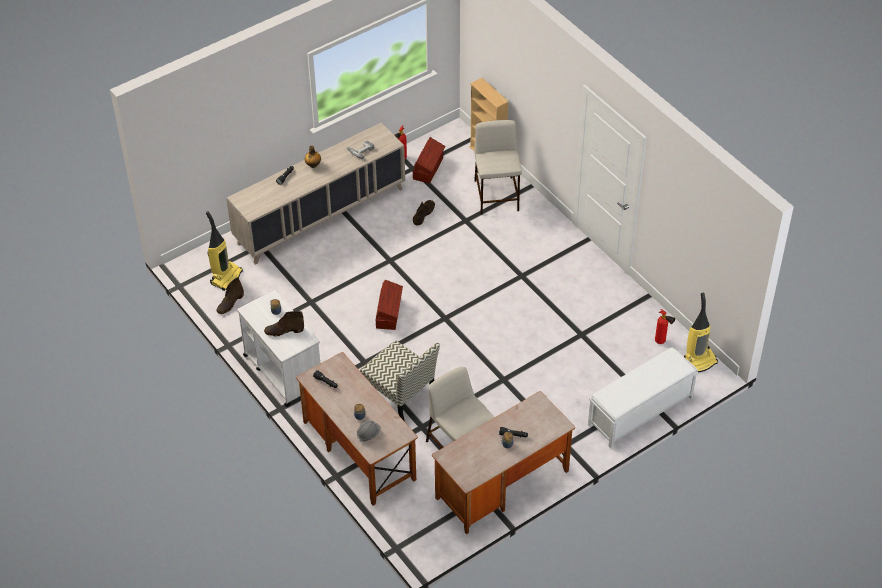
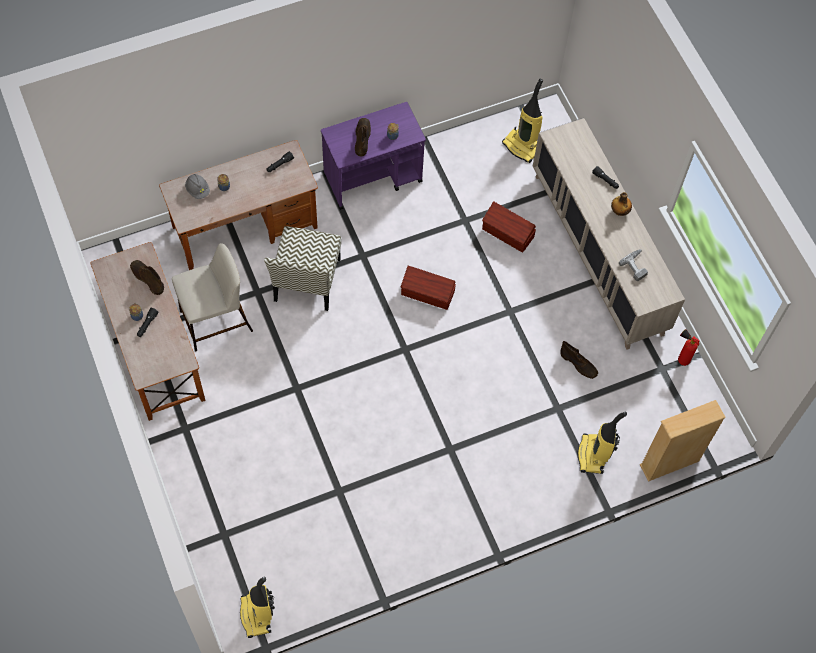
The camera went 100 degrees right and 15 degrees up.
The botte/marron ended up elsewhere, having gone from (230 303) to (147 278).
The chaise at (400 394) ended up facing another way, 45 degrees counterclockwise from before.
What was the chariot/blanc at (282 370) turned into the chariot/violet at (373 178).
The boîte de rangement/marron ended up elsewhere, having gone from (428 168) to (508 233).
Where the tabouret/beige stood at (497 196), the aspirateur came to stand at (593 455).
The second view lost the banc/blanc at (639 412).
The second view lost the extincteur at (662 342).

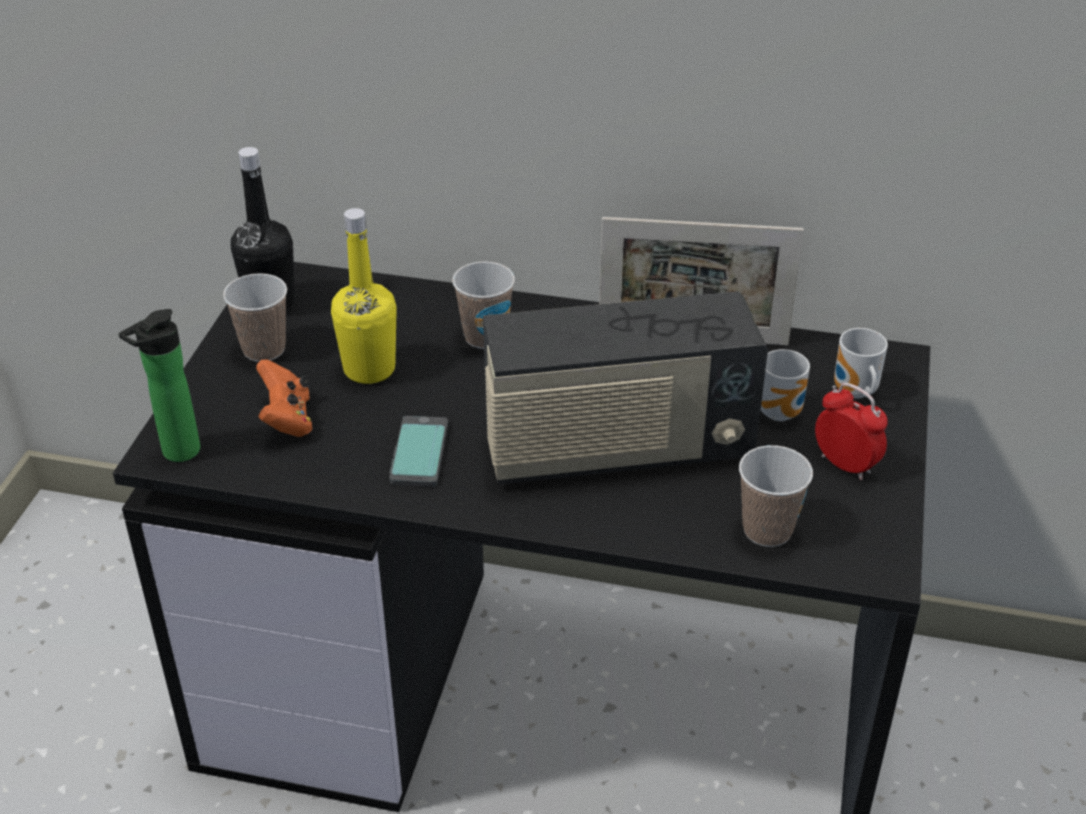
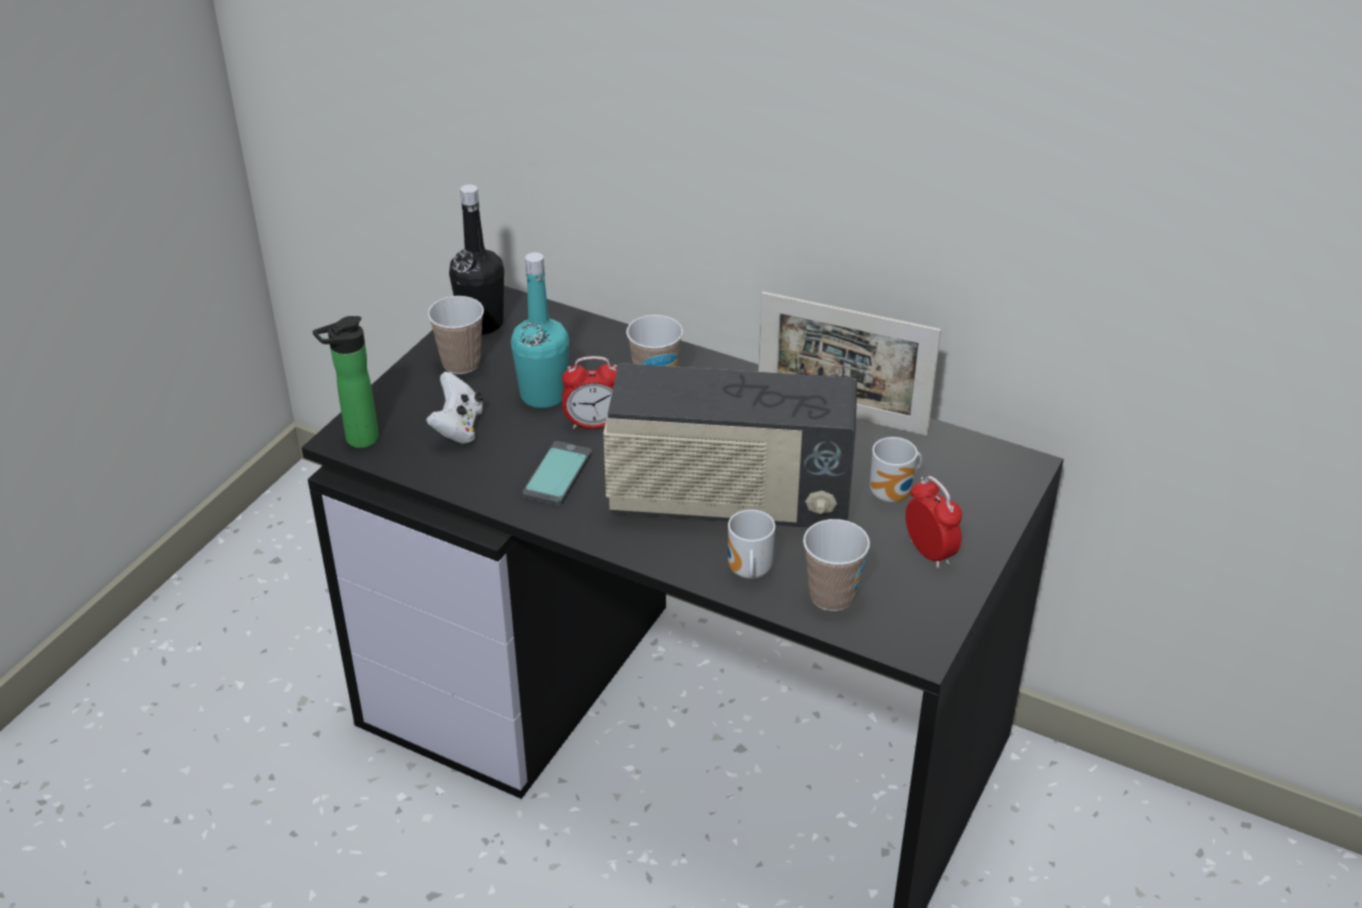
The camera went 15 degrees right and 0 degrees up.
What was the manette/orange at (287 419) turned into the manette/blanc at (458 427).
What was the bouteille/jaune at (369 369) turned into the bouteille/turquoise at (543 395).
The second view gained the réveil at (594 424).
The mug ended up elsewhere, having gone from (854 393) to (747 573).

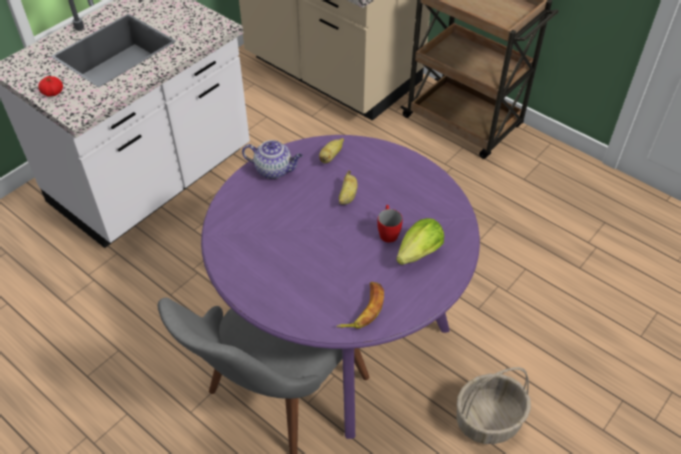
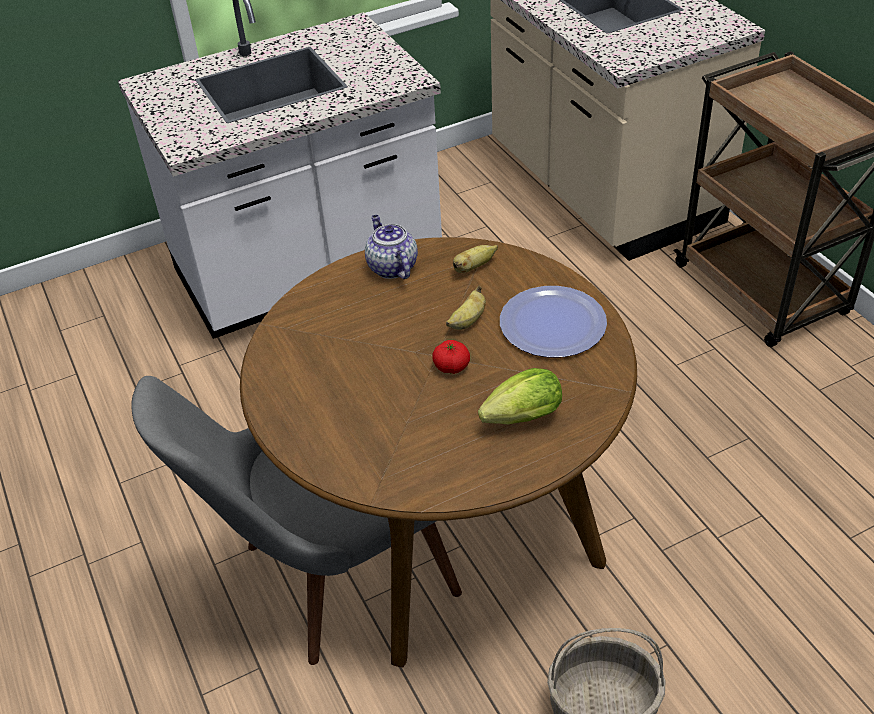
The camera went 25 degrees right and 5 degrees down.
What was the table à manger/violet at (340 336) turned into the table à manger/marron at (448 528).
The théière at (274 170) ended up facing another way, 150 degrees counterclockwise from before.
The tomate ended up elsewhere, having gone from (53 93) to (451 366).
The second view gained the assiette at (552 323).
The second view lost the banane at (363 309).
The second view lost the mug/rouge at (388 231).

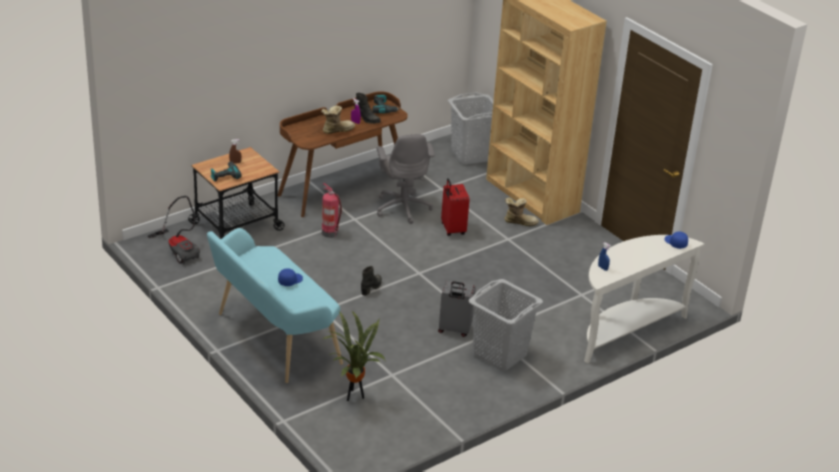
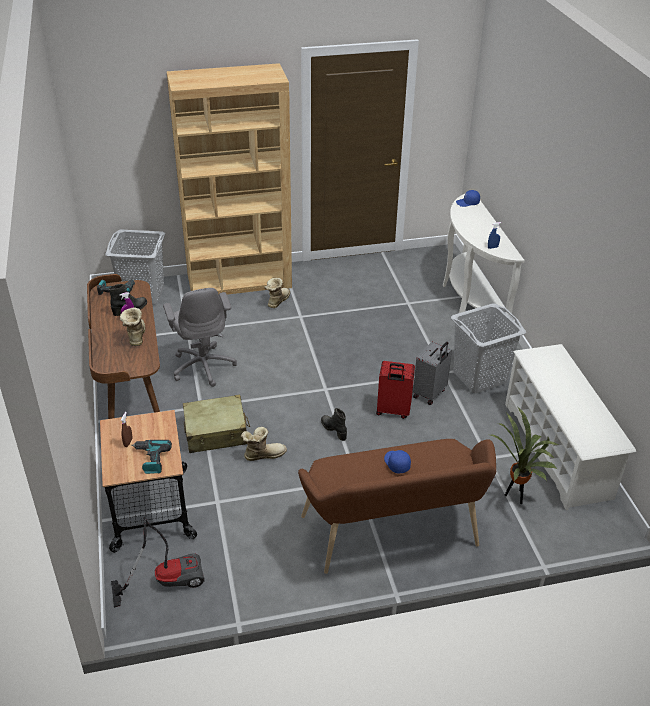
The camera went 65 degrees left and 5 degrees up.
The chaise de bureau/gris at (403 207) ended up facing another way, 60 degrees clockwise from before.
Where the extincteur stood at (330 233), the valise/beige came to stand at (216 432).
The second view gained the botte at (263 454).
What was the banc/turquoise at (272 339) turned into the banc/marron at (394 537).
The valise/rouge ended up elsewhere, having gone from (452 229) to (393 411).
The second view gained the étagère à chaussures/blanc at (557 450).

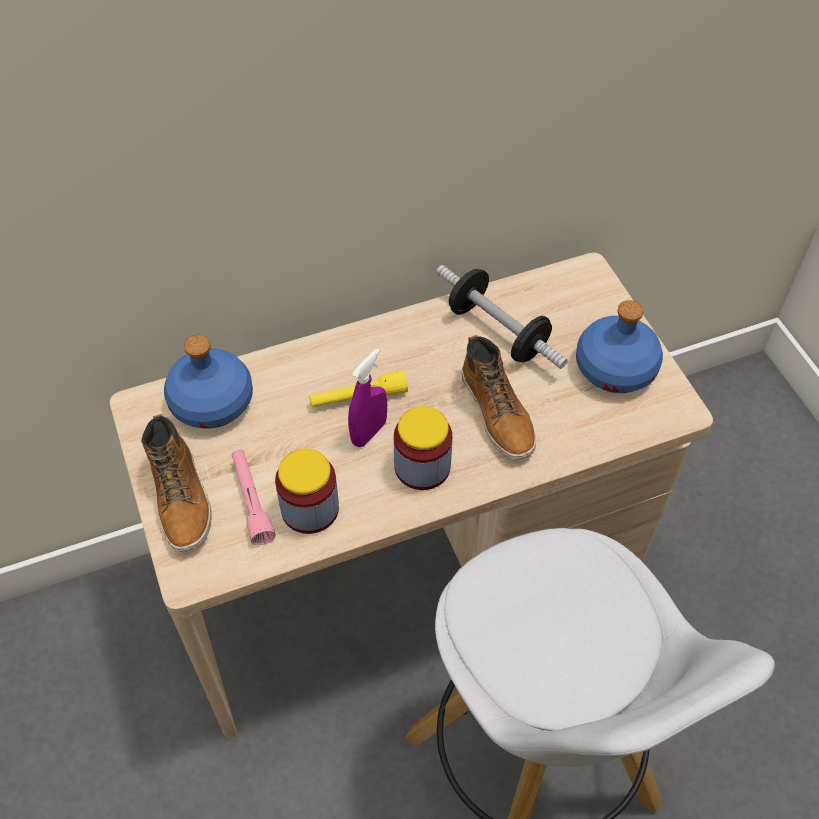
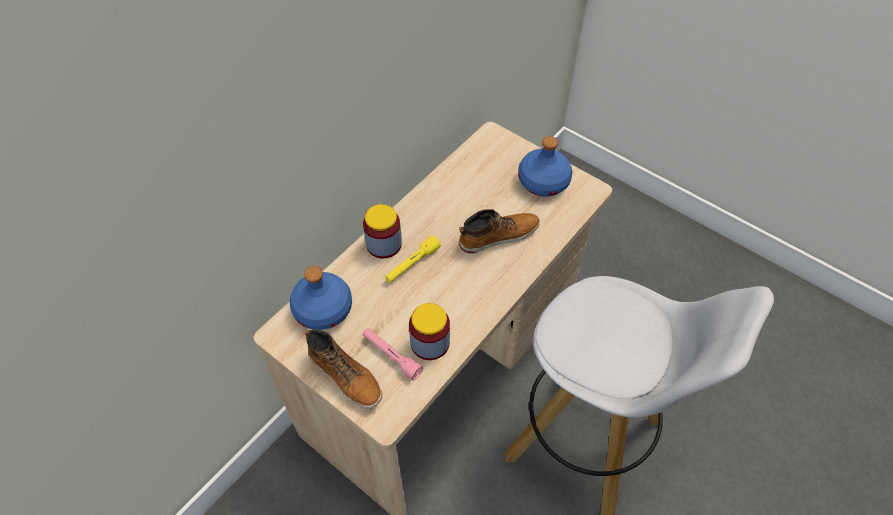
The camera went 30 degrees left and 0 degrees up.
The bocal ended up elsewhere, having gone from (422 466) to (384 244).
The botte at (498 413) ended up facing another way, 60 degrees counterclockwise from before.
The second view lost the vaporisateur/violet at (369 432).
The second view lost the haltère at (497 332).

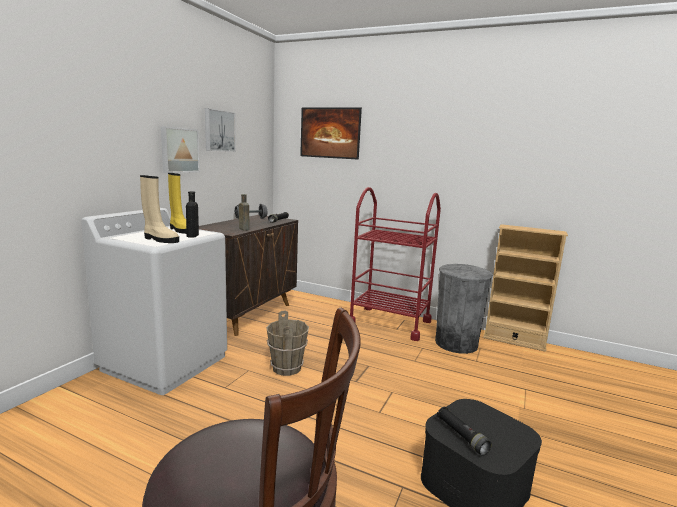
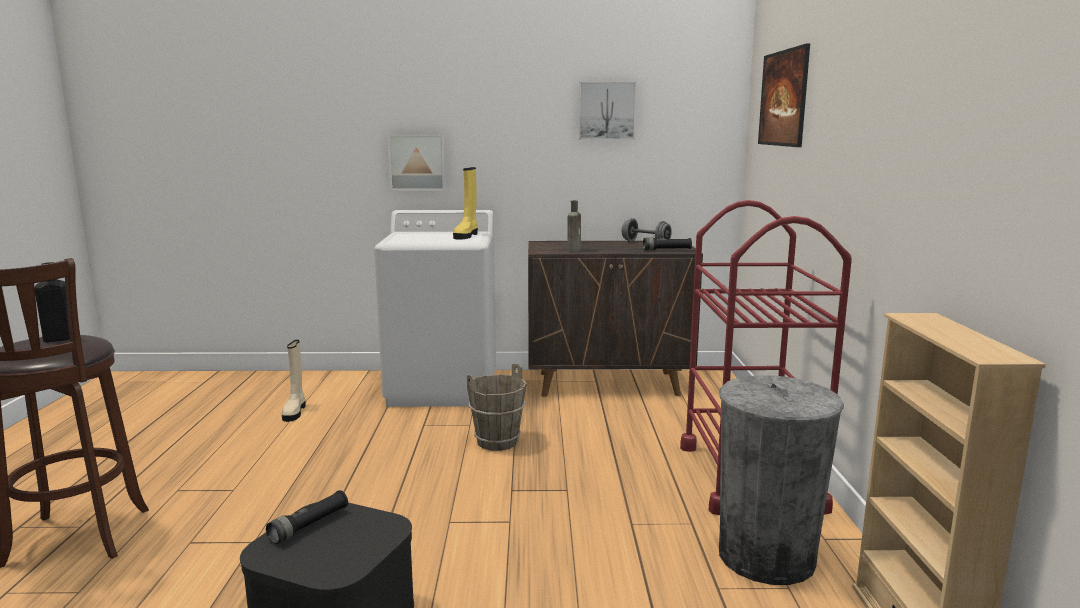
The camera went 65 degrees right and 0 degrees up.
The bouteille/noir ended up elsewhere, having gone from (192 236) to (57 339).
The botte/beige ended up elsewhere, having gone from (160 239) to (295 412).
The tableau ended up elsewhere, having gone from (179 150) to (417 162).

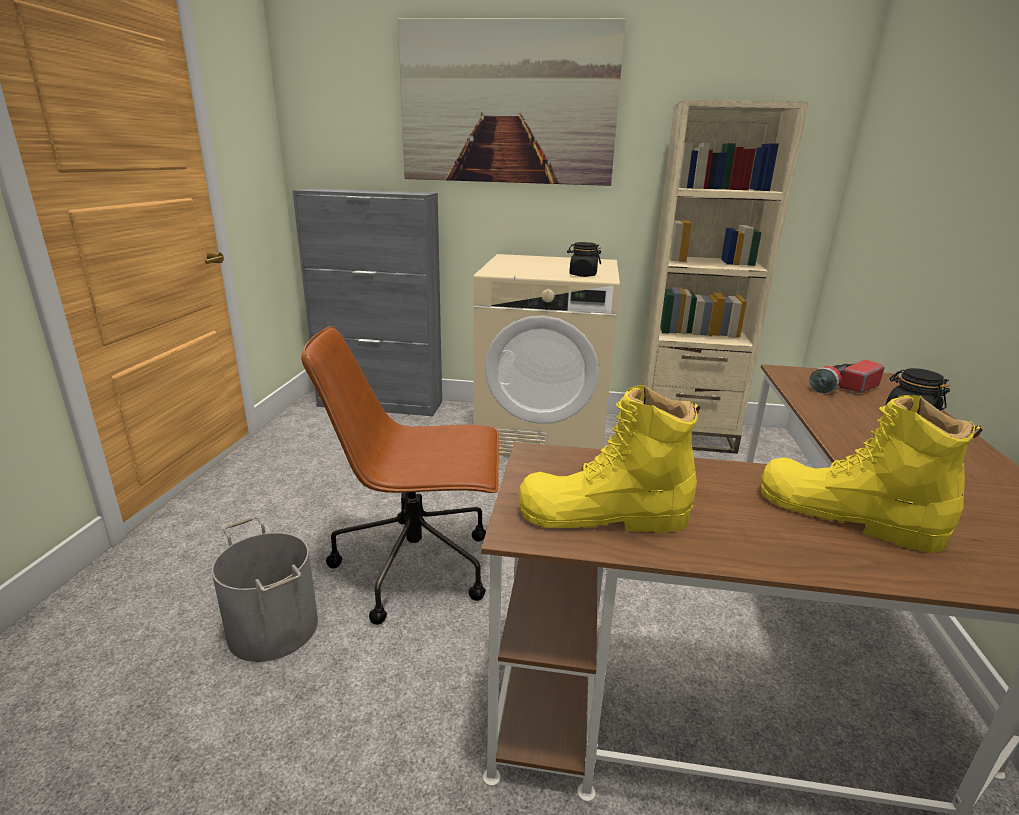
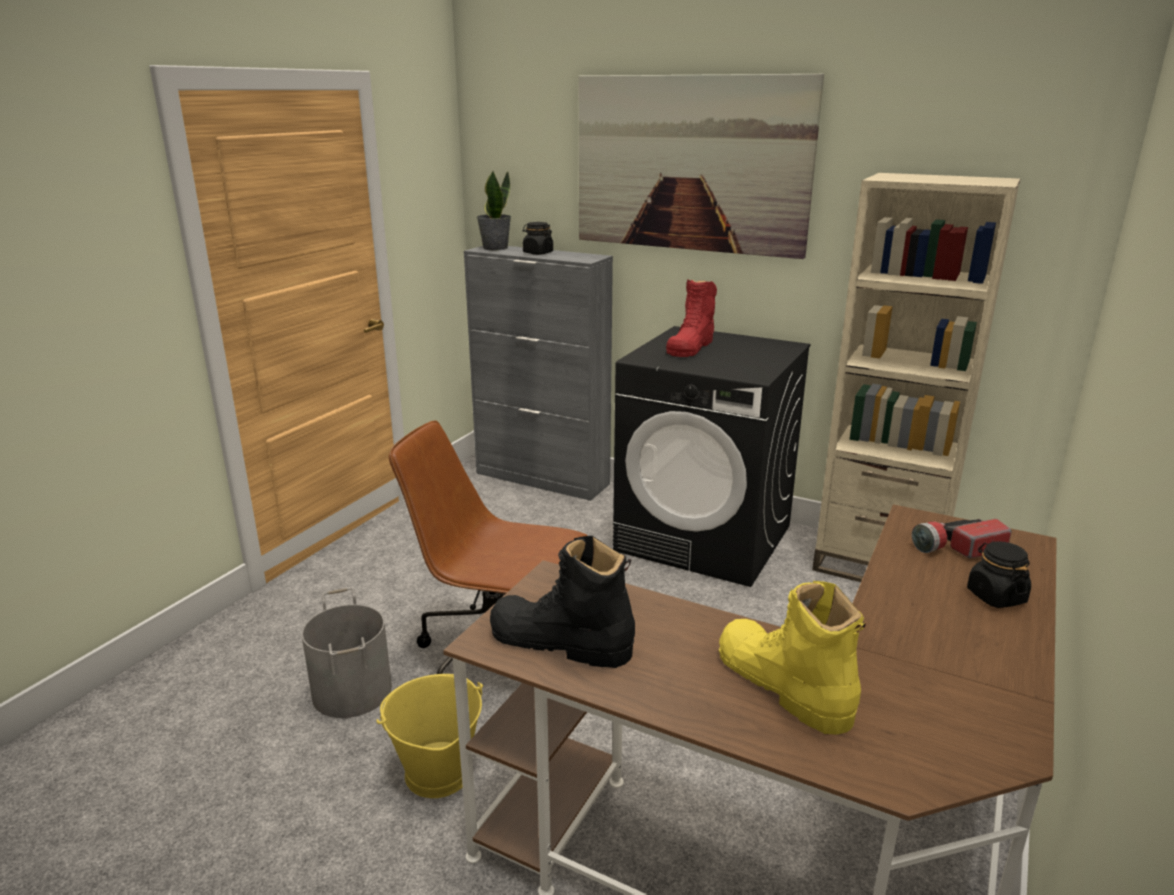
The camera went 20 degrees right and 0 degrees up.
The second view gained the seau/jaune at (437 772).
The second view gained the plante en pot at (495 248).
What was the botte/jaune at (603 515) turned into the botte/noir at (560 642).
The bocal/noir ended up elsewhere, having gone from (582 275) to (537 253).
What was the lave-linge/beige at (543 433) turned into the lave-linge/noir at (705 538).
The second view gained the botte/rouge at (691 347).

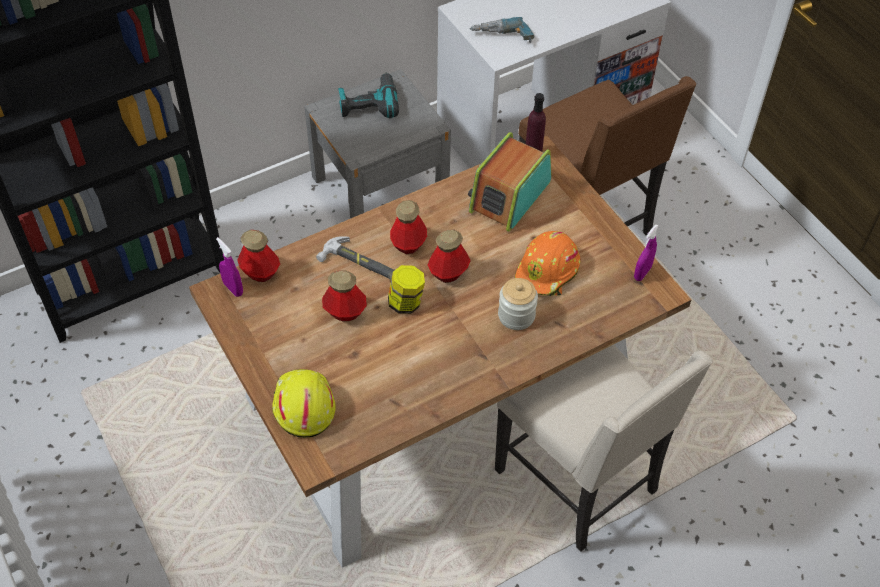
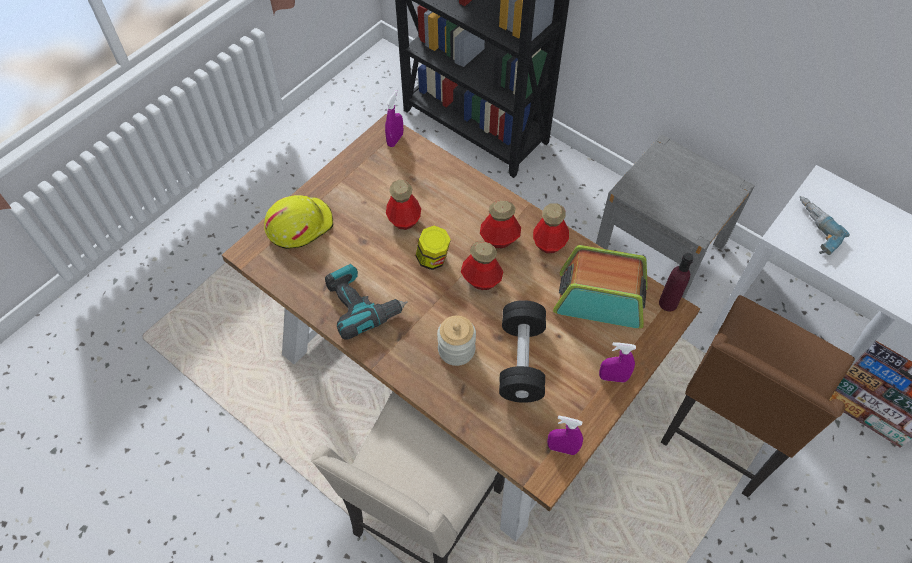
The camera went 70 degrees right and 5 degrees up.
The perceuse ended up elsewhere, having gone from (368 103) to (362 305).
Where the casque de chantier/orange stood at (548 272), the haltère/noir came to stand at (521 361).
The bouteille ended up elsewhere, having gone from (260 272) to (549 243).
The second view gained the vaporisateur/violet at (613 378).
The second view lost the marteau at (361 264).

